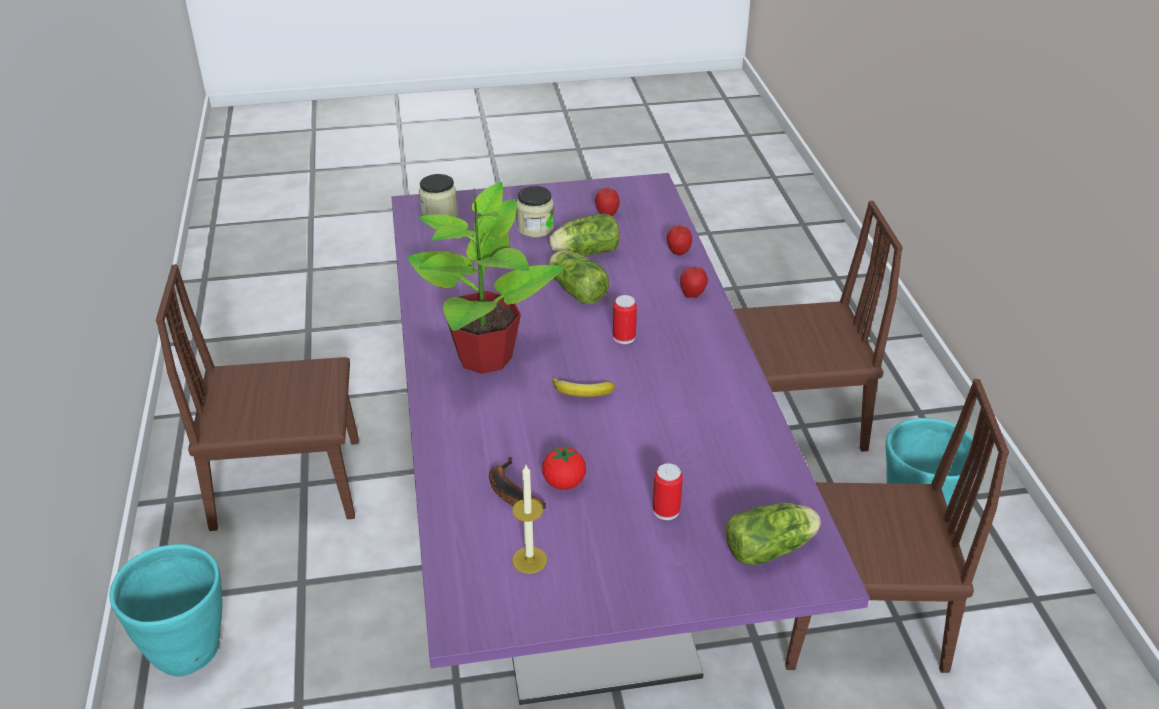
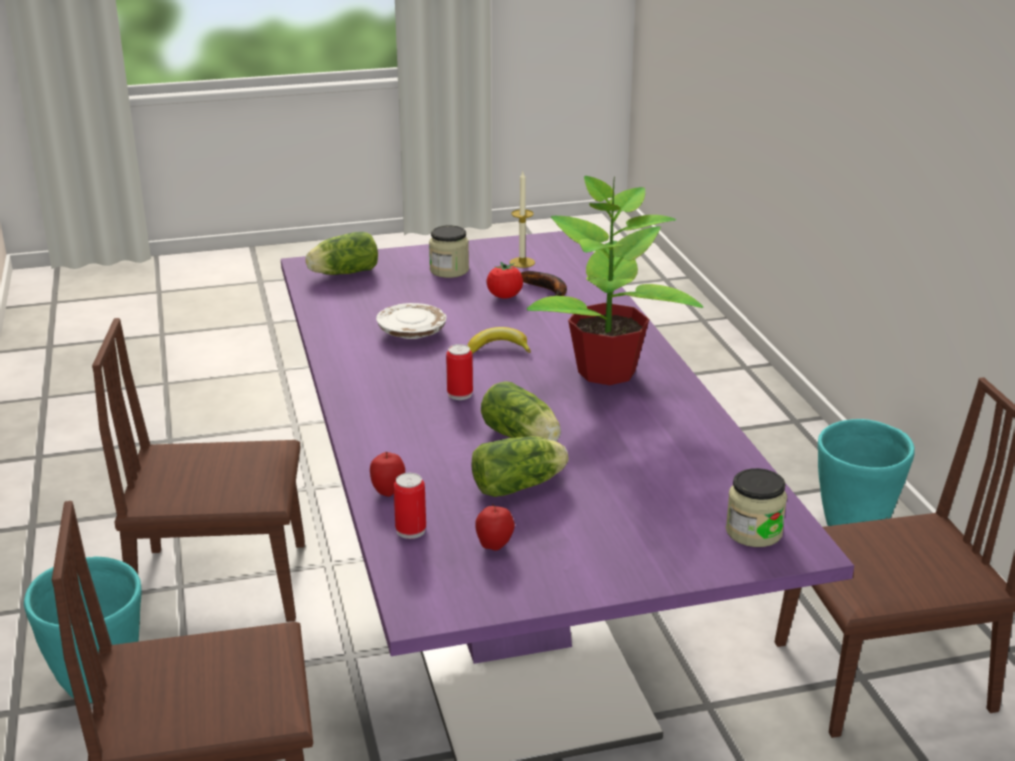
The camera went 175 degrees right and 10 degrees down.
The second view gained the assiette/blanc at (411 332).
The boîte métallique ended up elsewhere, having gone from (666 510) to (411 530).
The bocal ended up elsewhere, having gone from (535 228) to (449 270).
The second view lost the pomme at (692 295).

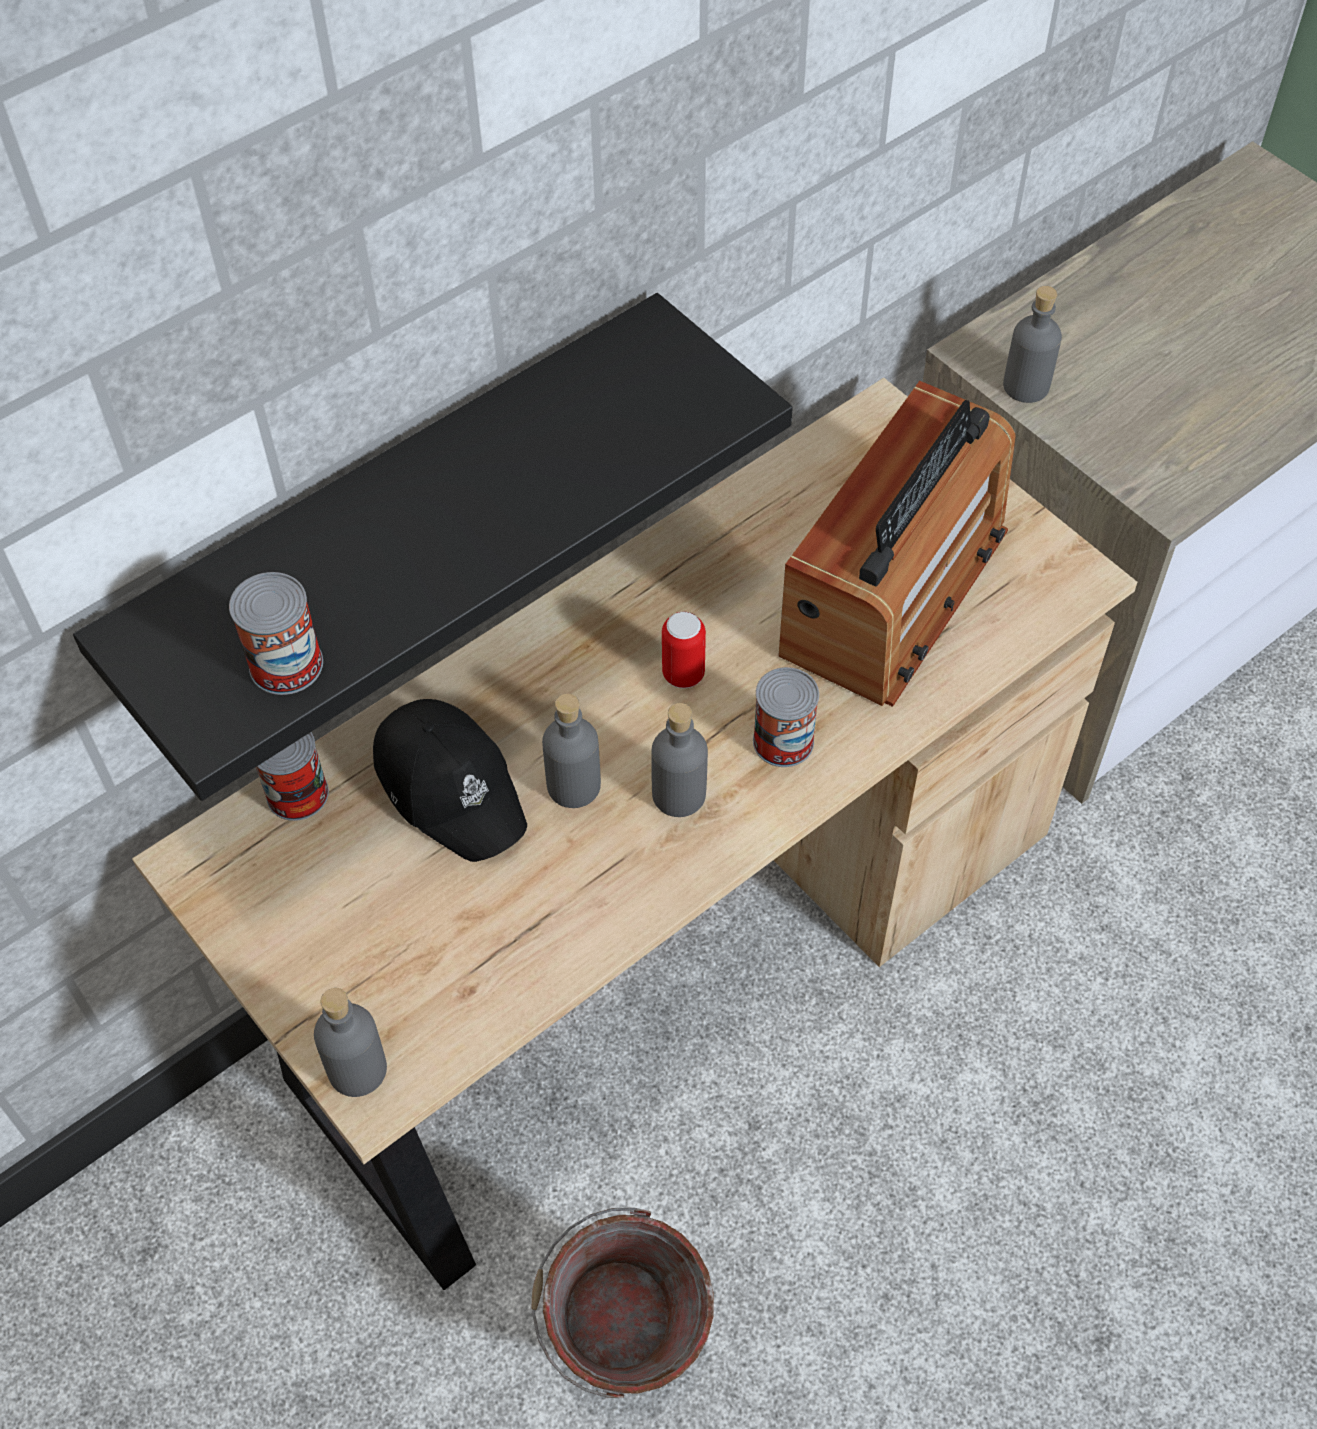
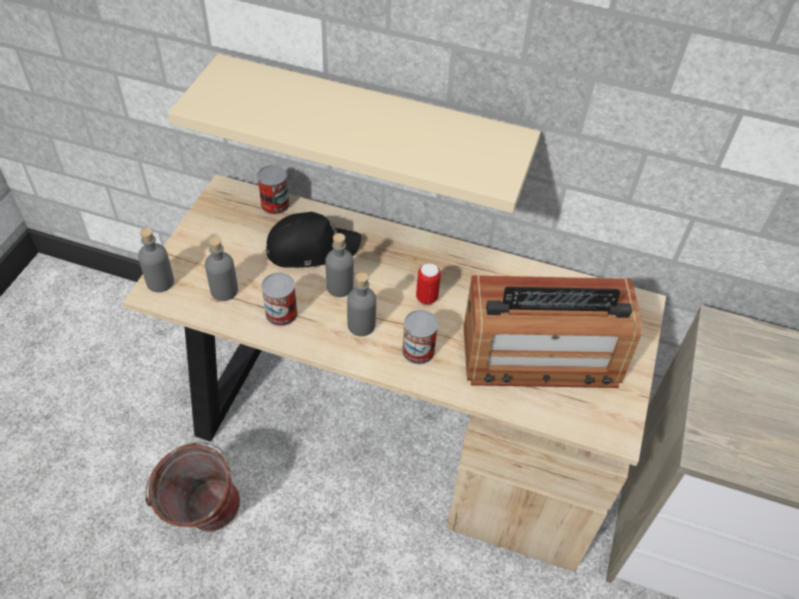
The camera went 55 degrees right and 5 degrees down.
What was the étagère/noir at (395 512) turned into the étagère/beige at (372 126).
The bouteille/gris ended up elsewhere, having gone from (1026 386) to (224 290).
The boîte métallique ended up elsewhere, having gone from (286 664) to (281 313).
The casquette/noir at (451 786) ended up facing another way, 120 degrees counterclockwise from before.

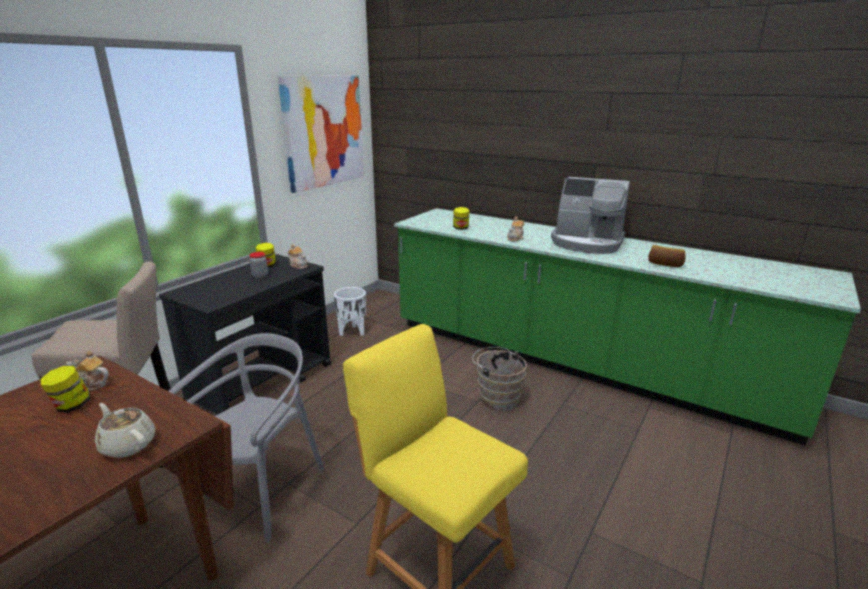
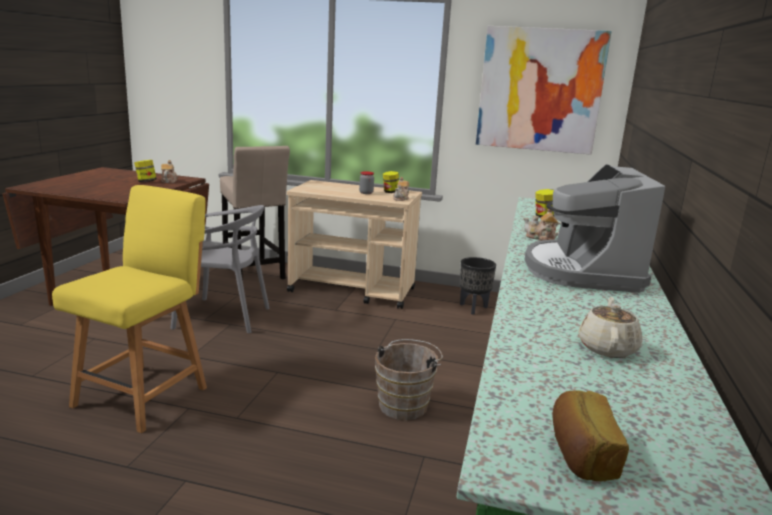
The camera went 70 degrees right and 5 degrees down.
What was the chariot/noir at (263 383) turned into the chariot/beige at (353 290).
What was the cache-pot/blanc at (352 332) turned into the cache-pot/noir at (473 308).
The pain ended up elsewhere, having gone from (665 264) to (580 454).
The théière/beige ended up elsewhere, having gone from (128 445) to (607 348).

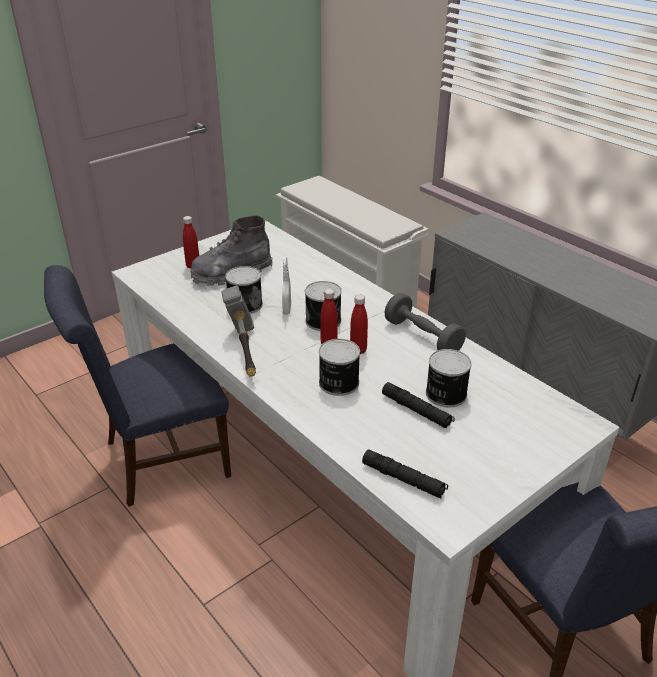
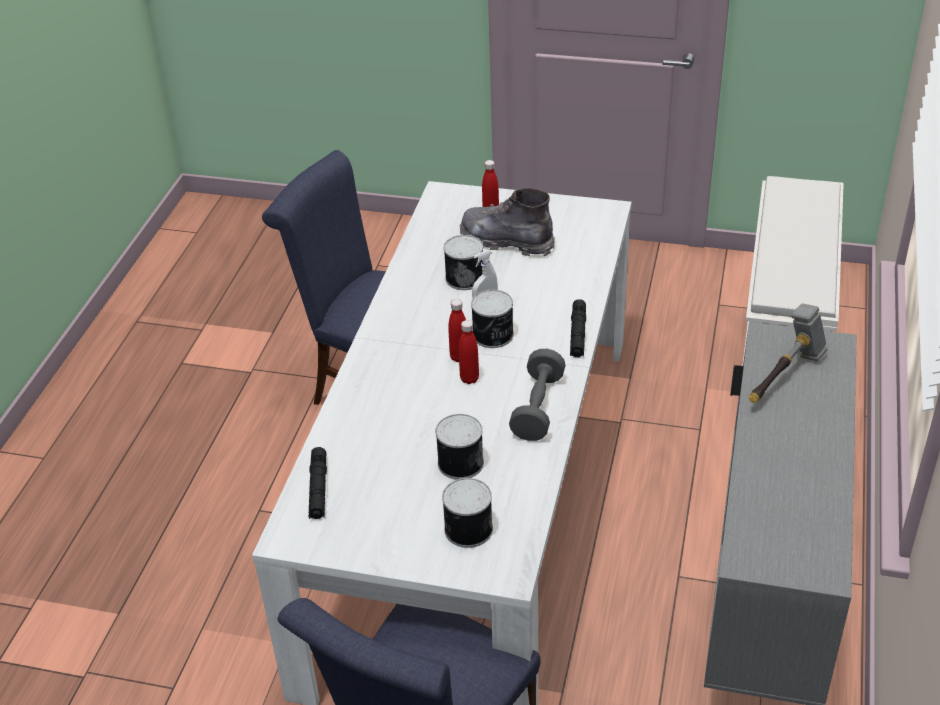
The camera went 55 degrees right and 5 degrees up.
The boîte métallique ended up elsewhere, having gone from (338 383) to (467 529).
The lampe de poche/noir ended up elsewhere, having gone from (416 410) to (578 334).
The marteau ended up elsewhere, having gone from (244 351) to (784 377).

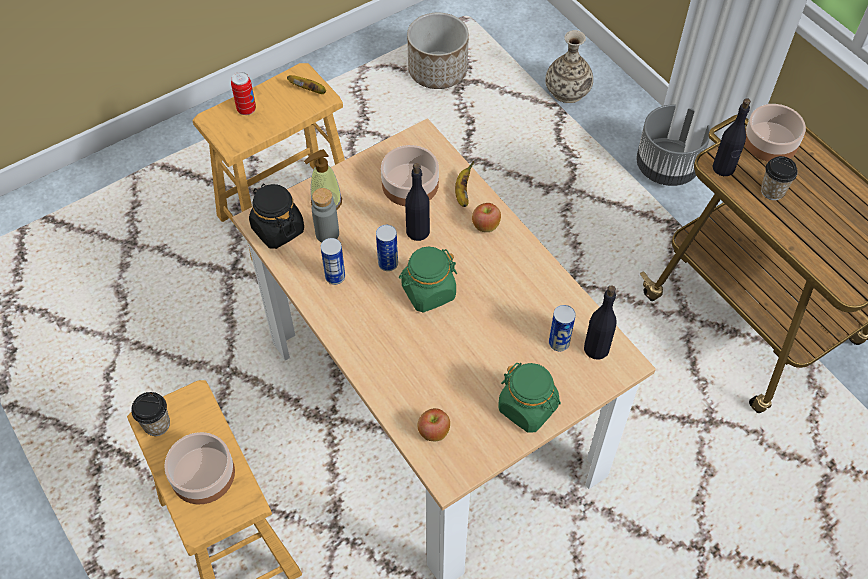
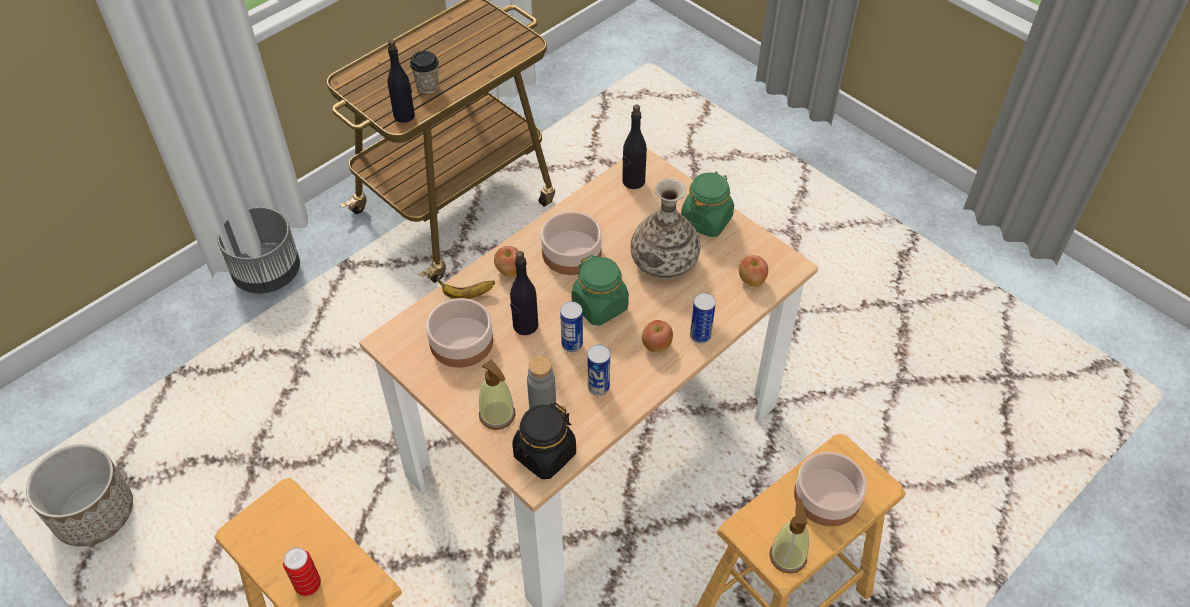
The camera went 100 degrees left and 5 degrees down.
The bol ended up elsewhere, having gone from (770 141) to (570 252).
The vase ended up elsewhere, having gone from (567 91) to (664 262).
The second view gained the pomme at (656 346).
The boîte métallique ended up elsewhere, having gone from (559 343) to (700 335).
Where the tasse stood at (157 424), the distributeur de savon came to stand at (787 556).
The second view lost the banane at (309 90).

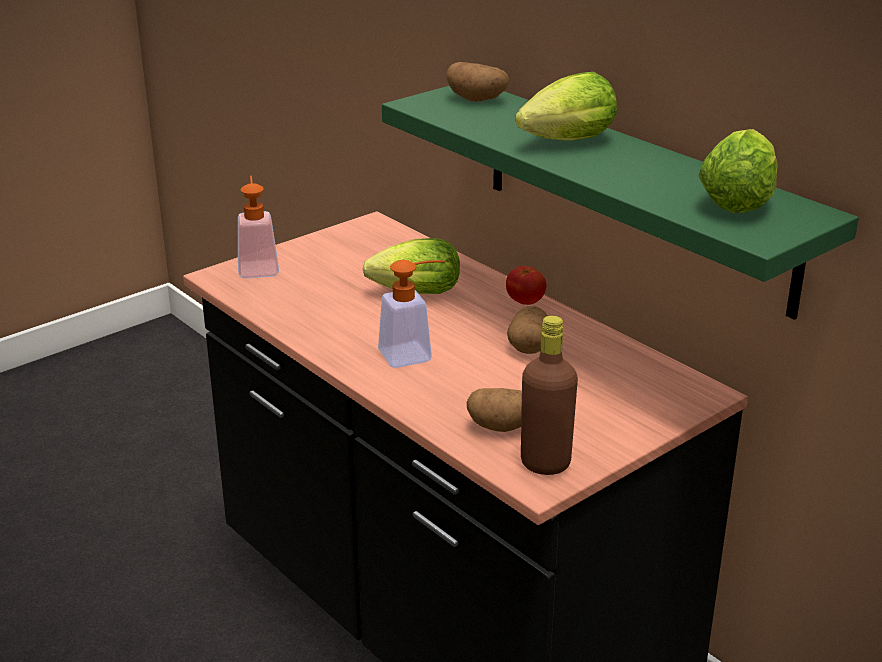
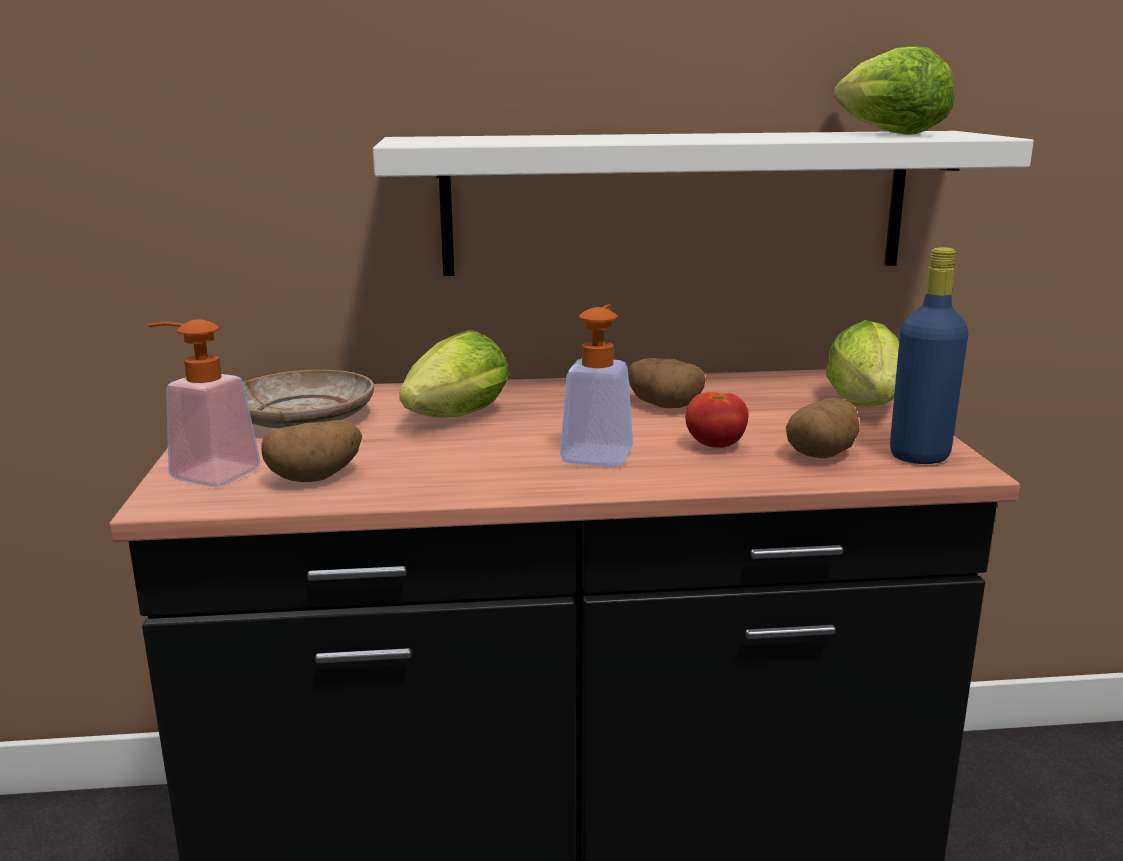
The camera went 55 degrees left and 10 degrees down.
The second view gained the assiette/beige at (303 417).
The pomme de terre ended up elsewhere, having gone from (477 99) to (315 477).
What was the étagère/vert at (634 193) turned into the étagère/blanc at (675 203).
The tomate ended up elsewhere, having gone from (525 302) to (715 446).
The laitue ended up elsewhere, having gone from (563 143) to (868 408).
What was the bouteille/marron at (545 463) turned into the bouteille/bleu at (919 455).

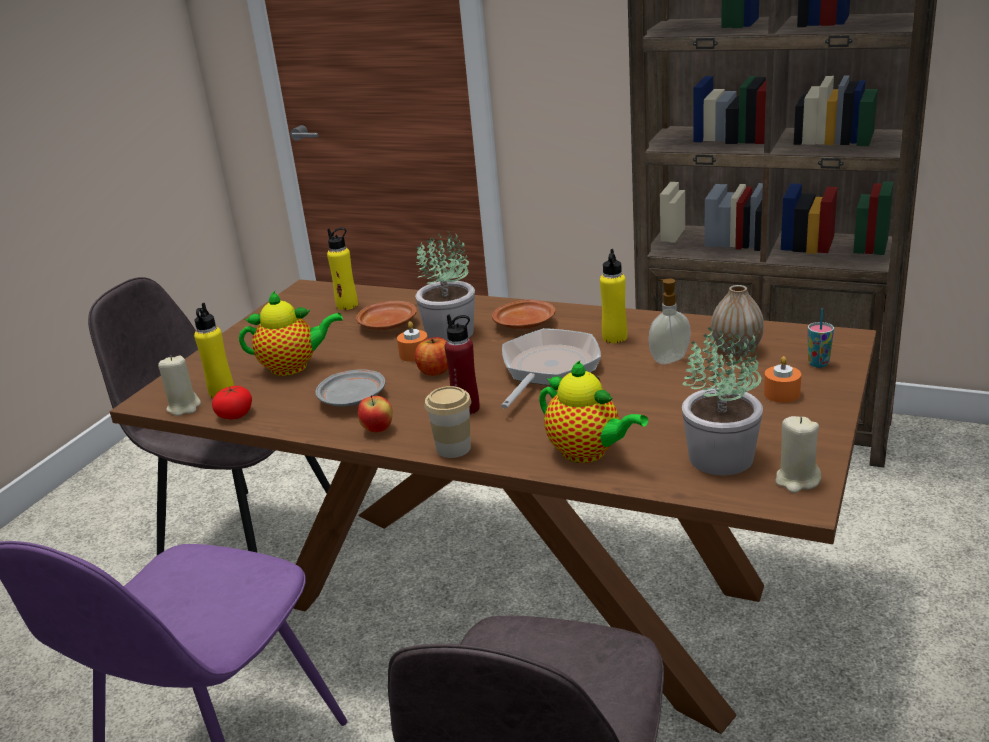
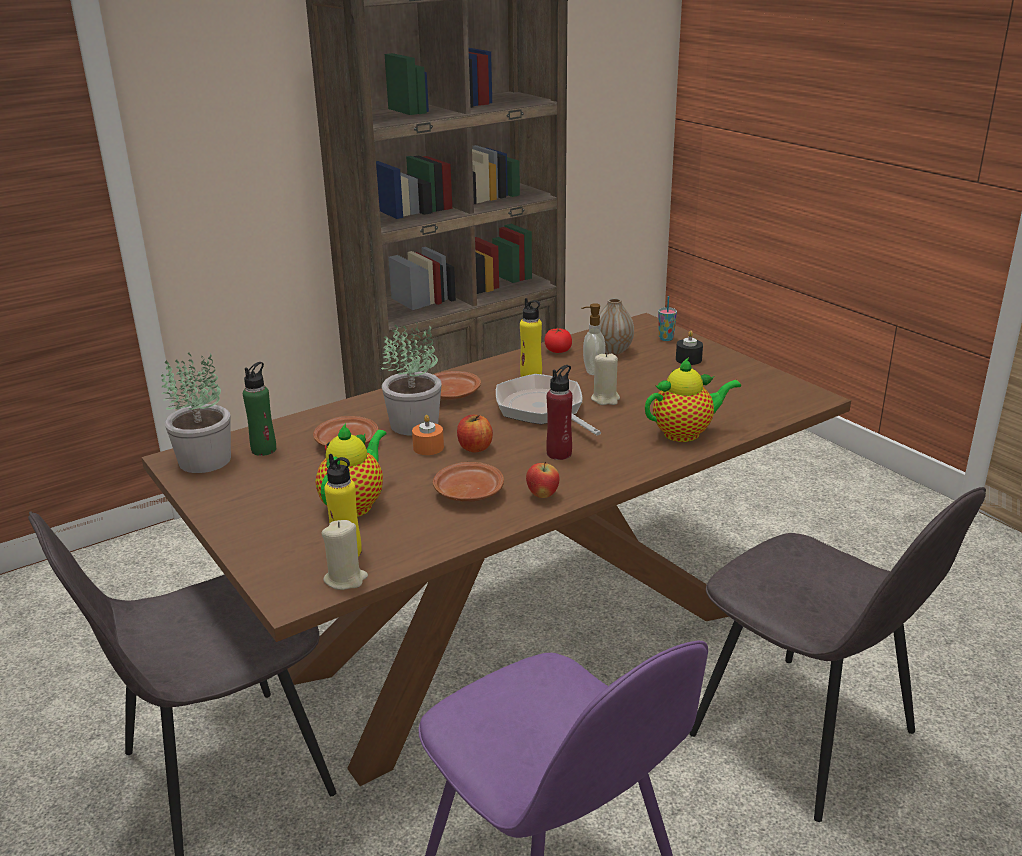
The camera went 60 degrees left and 0 degrees up.
The plante en pot ended up elsewhere, having gone from (722 457) to (205 459).
What was the bouteille/jaune at (347 305) turned into the bouteille/vert at (264 449).
What was the assiette/gris at (352 398) turned into the assiette/marron at (468 492).
The tomate ended up elsewhere, having gone from (235 414) to (558 350).
The bougie/beige ended up elsewhere, having gone from (797 480) to (605 399).
What was the bougie/orange at (781 394) turned into the bougie/noir at (688 359).
The second view lost the tasse at (453 448).

